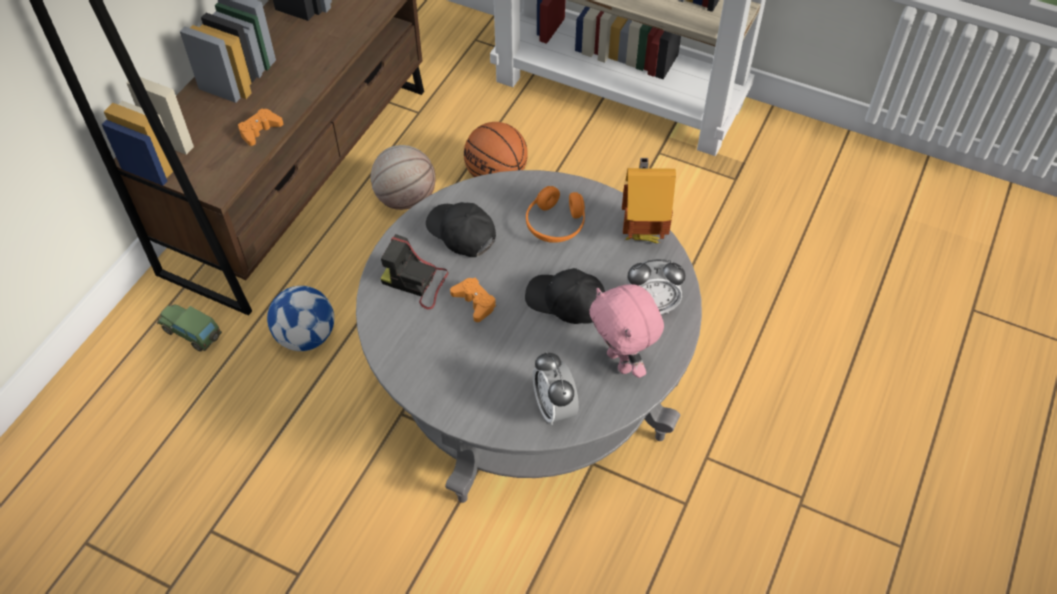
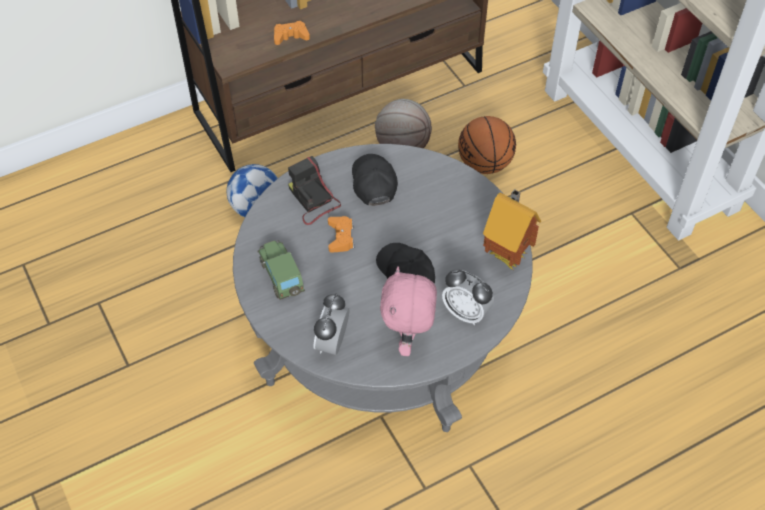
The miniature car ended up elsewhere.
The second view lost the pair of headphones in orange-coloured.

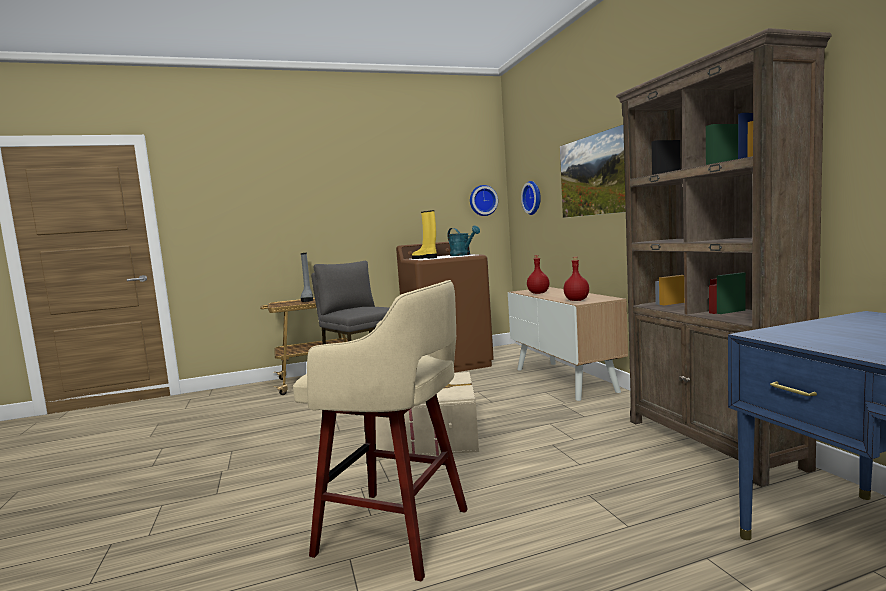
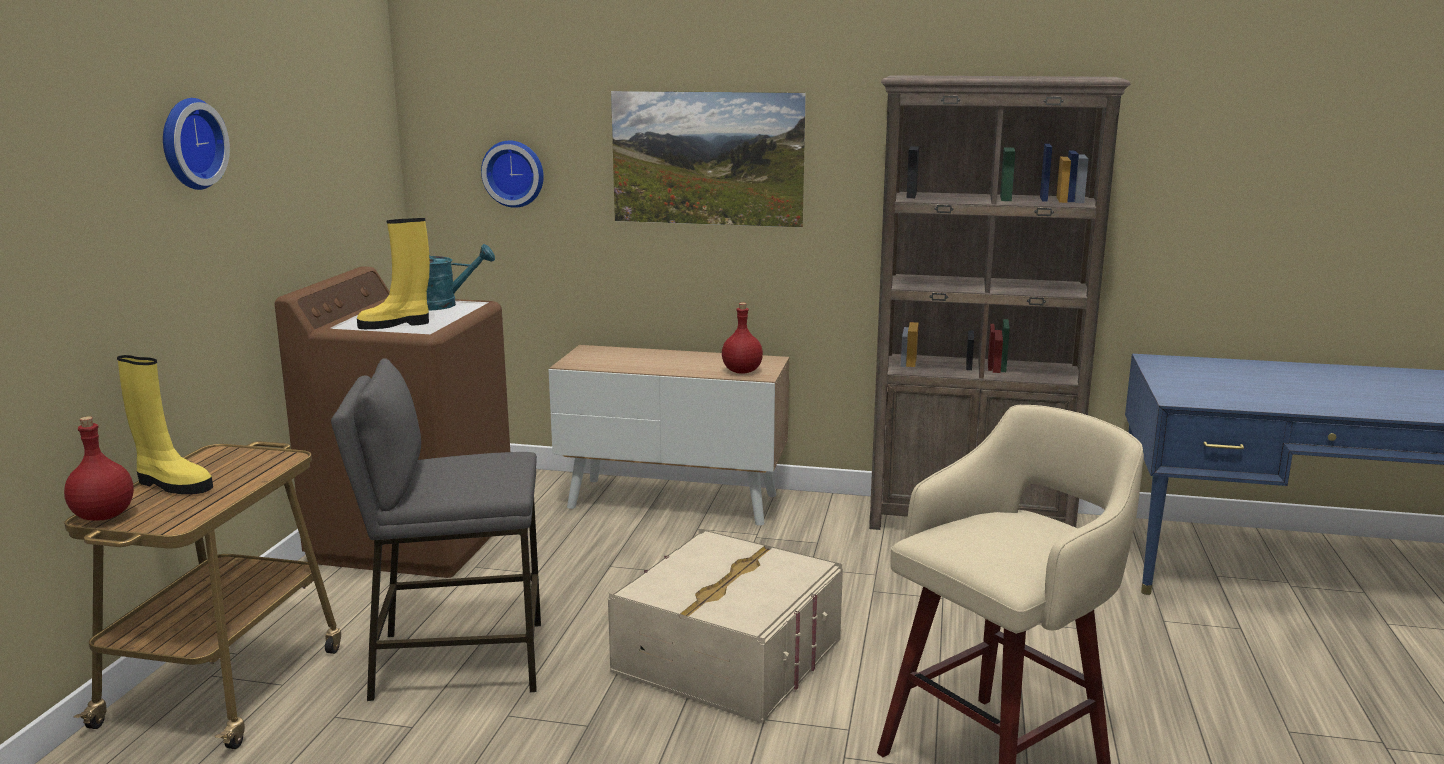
The drink bottle in reddish (no. 1 from left) ended up elsewhere.
What was the boot in grey turned into the boot in yellow-coloured (no. 1 from left).
The hanging clock (no. 1 from left) ended up elsewhere.

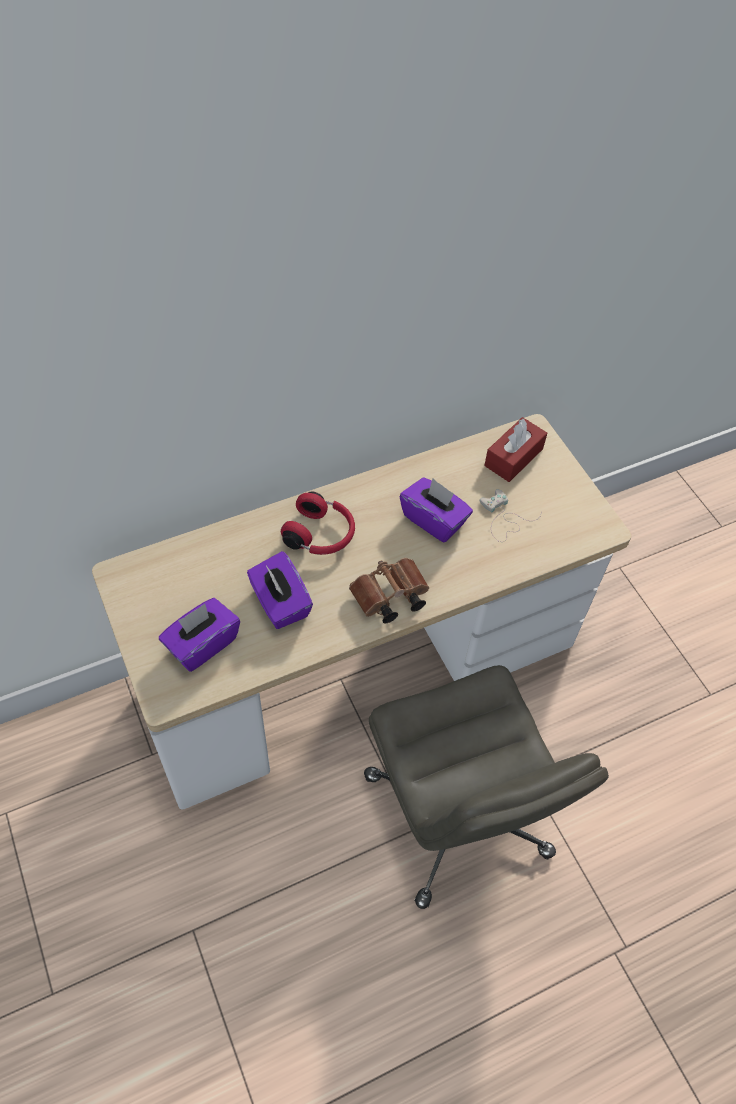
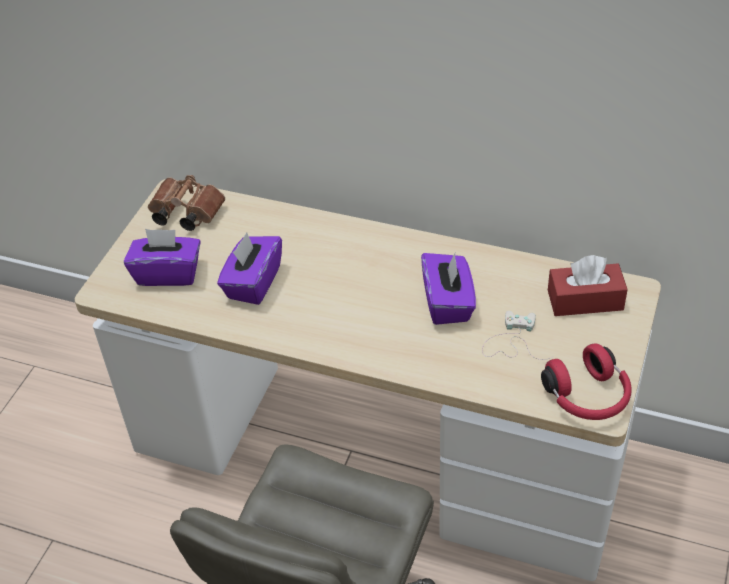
The binoculars in brownish ended up elsewhere.
The pair of headphones in reddish ended up elsewhere.

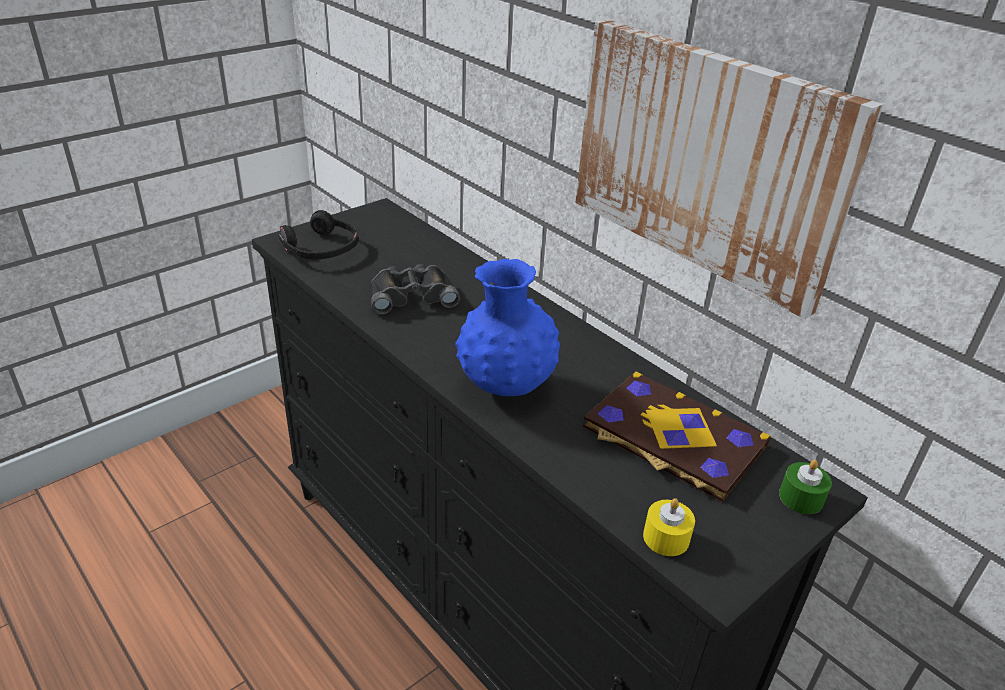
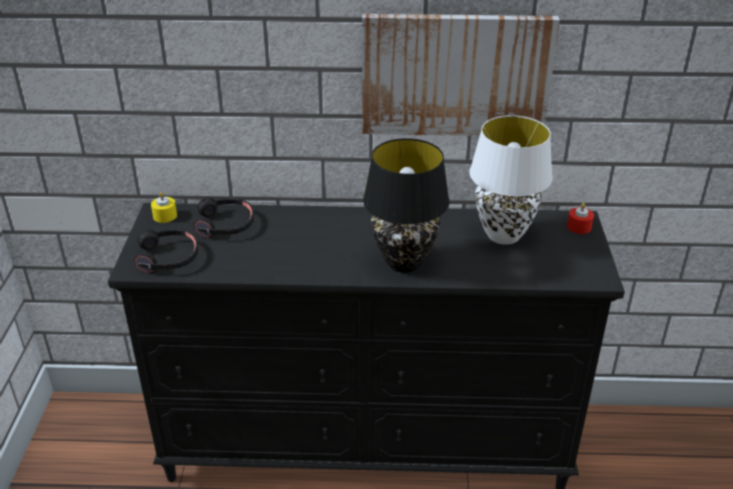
The wax light in yellow-coloured ended up elsewhere.
The second view gained the pair of headphones in black (no. 2 from left).
Where the decorative vase in blue stood, the tabletop lamp in black came to stand.
Where the volume stood, the tabletop lamp in whitish came to stand.
What was the wax light in greenish turned into the wax light in reddish.
The second view lost the binoculars in black.

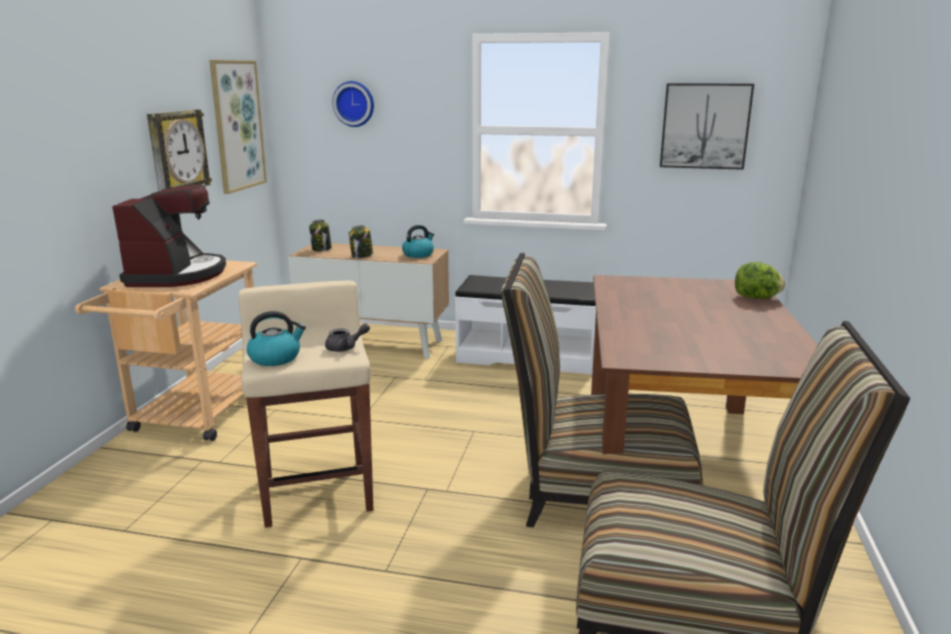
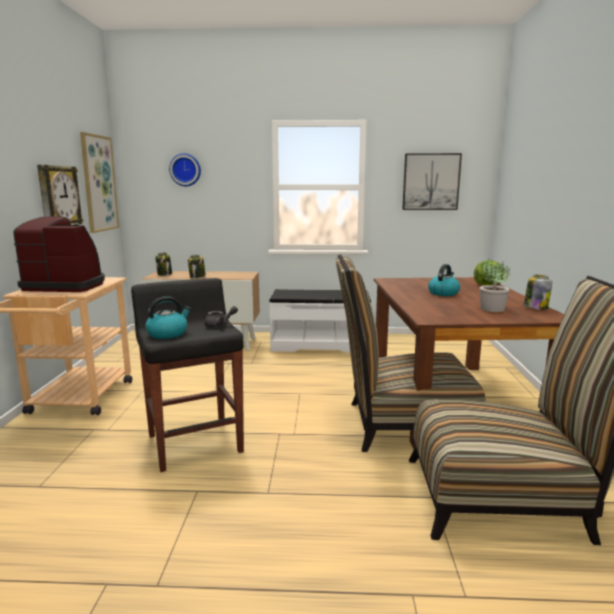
The coffee machine ended up facing another way, 75 degrees counterclockwise from before.
What was the stool in beige turned into the stool in black.
The kettle (no. 2 from left) ended up elsewhere.
The second view gained the potted plant.
The second view gained the preserve jar (no. 3 from left).

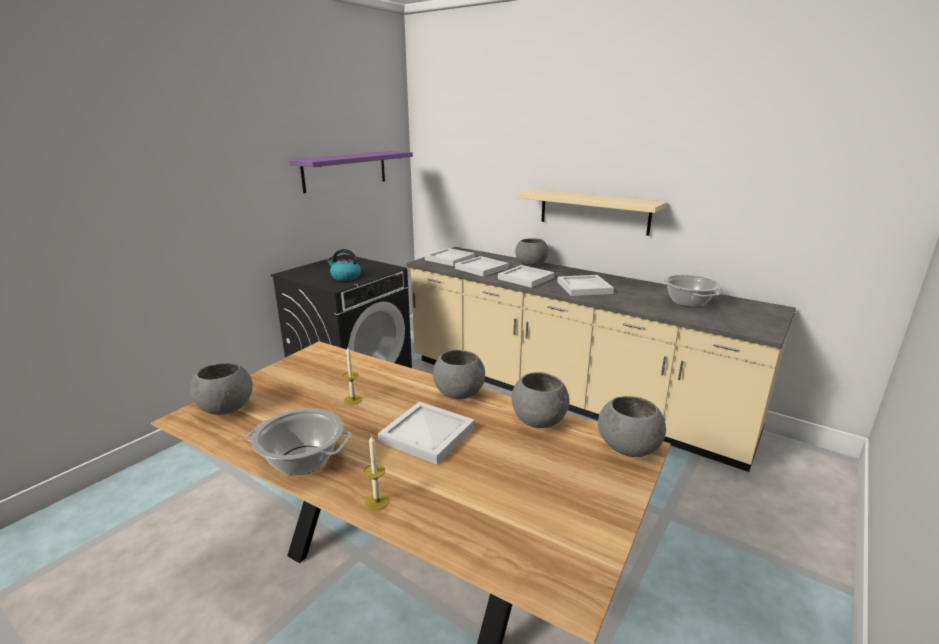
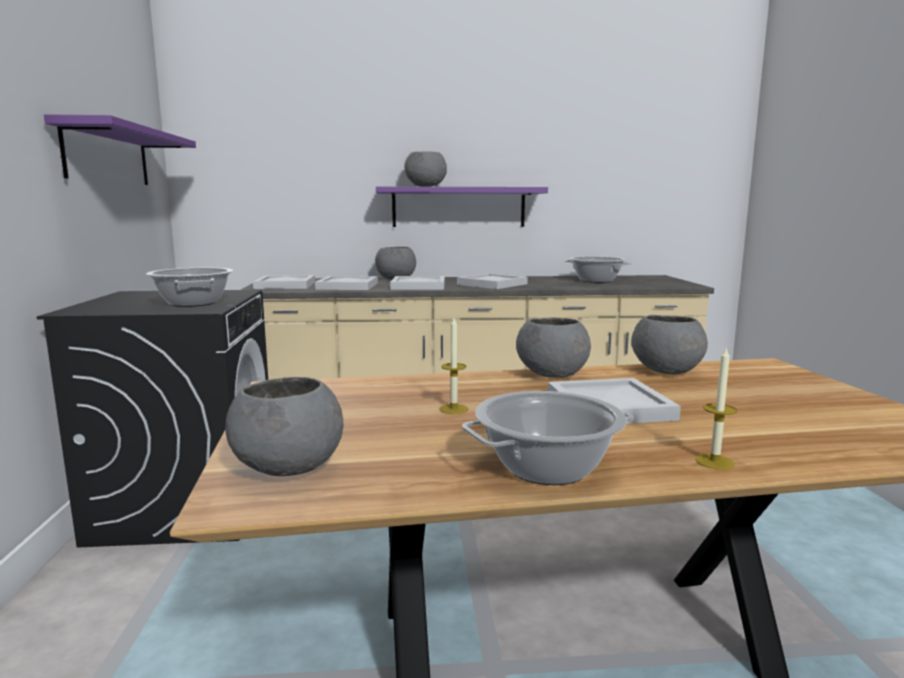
Where the kettle stood, the cooking pot (no. 1 from left) came to stand.
What was the wall shelf in beige turned into the wall shelf in purplish (no. 2 from left).
The deep dish in grey (no. 5 from left in the first image) ended up elsewhere.

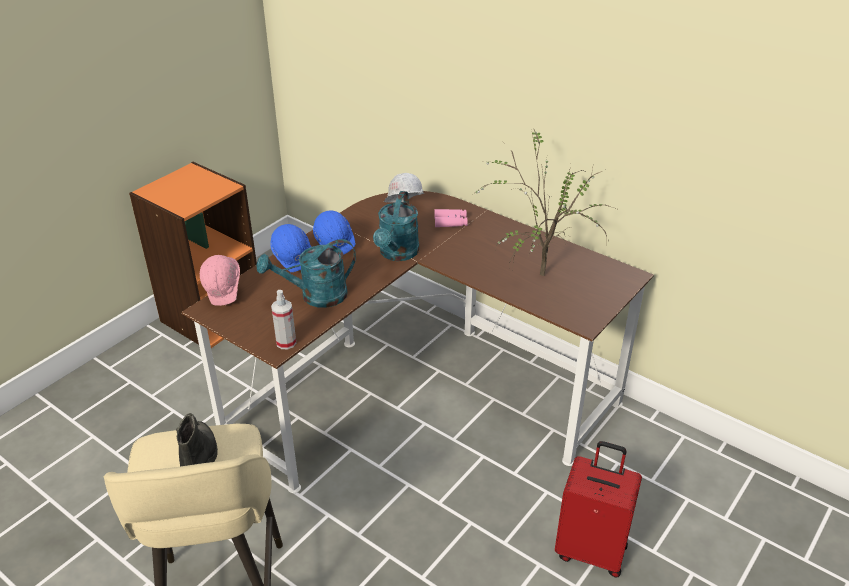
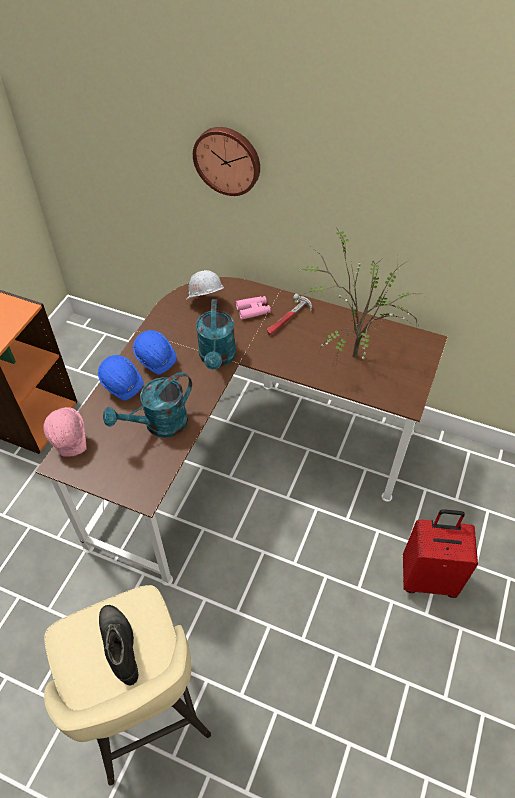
The second view gained the hanging clock.
The second view gained the tool hammer.
The second view lost the hand sprayer.

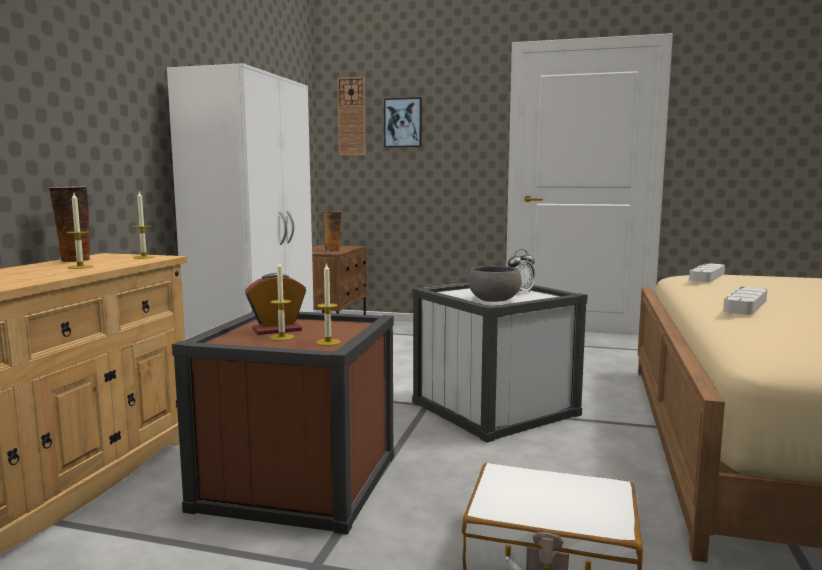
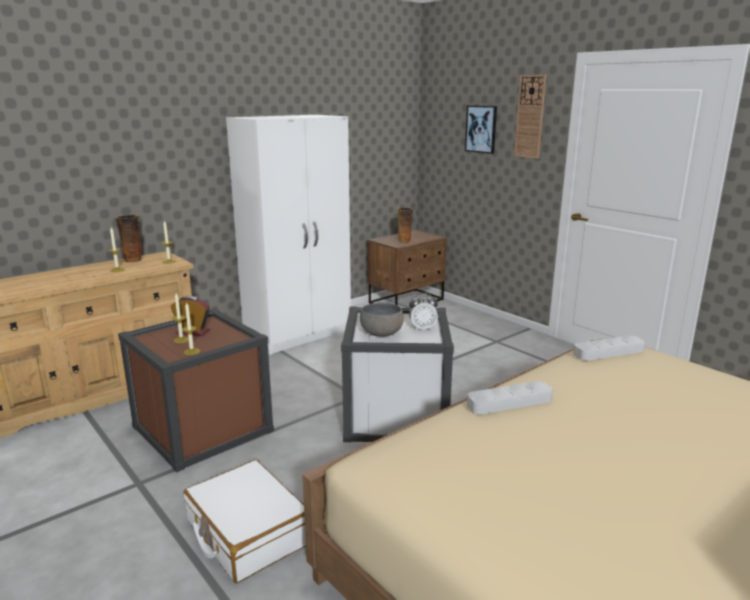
The hanging clock ended up elsewhere.

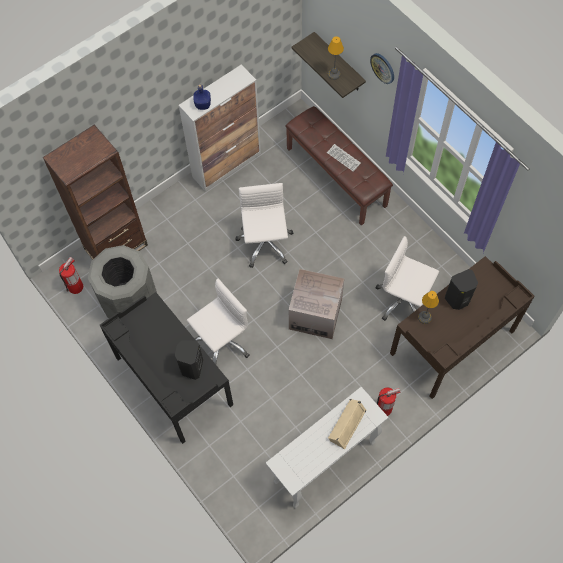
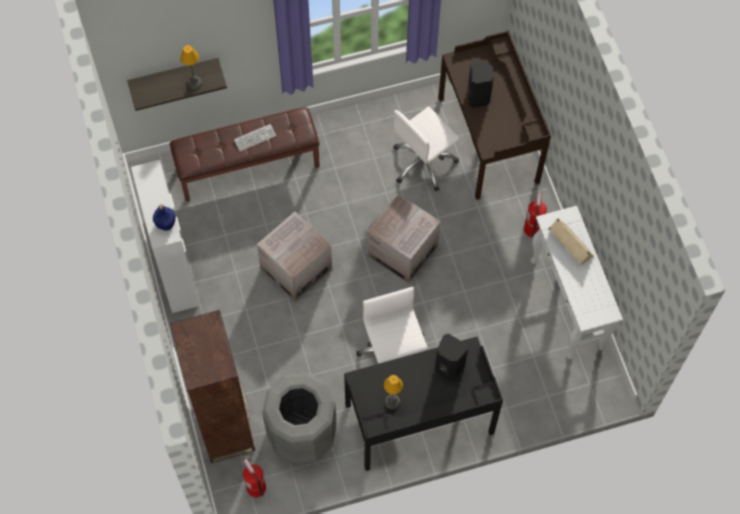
Where the office chair in whitish (no. 2 from left) stood, the cardboard box (no. 1 from left) came to stand.
The tabletop lamp (no. 2 from left) ended up elsewhere.
The second view lost the hanging clock.

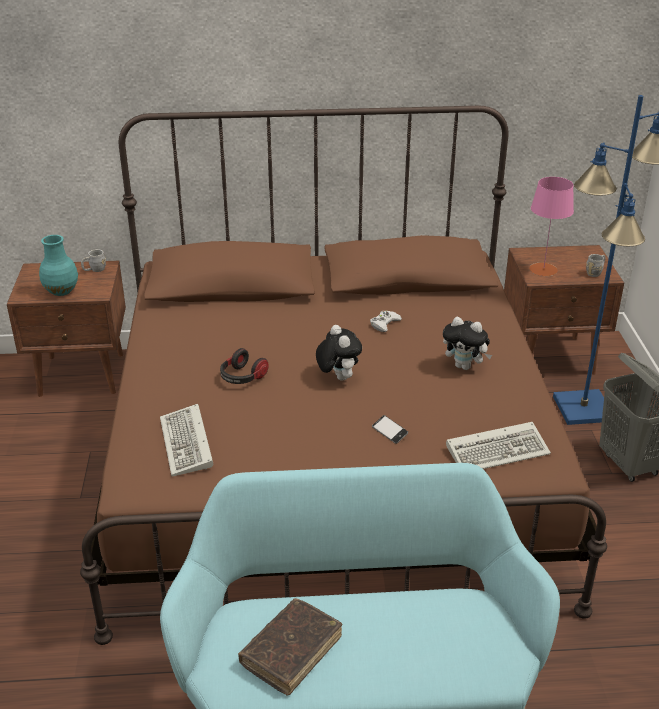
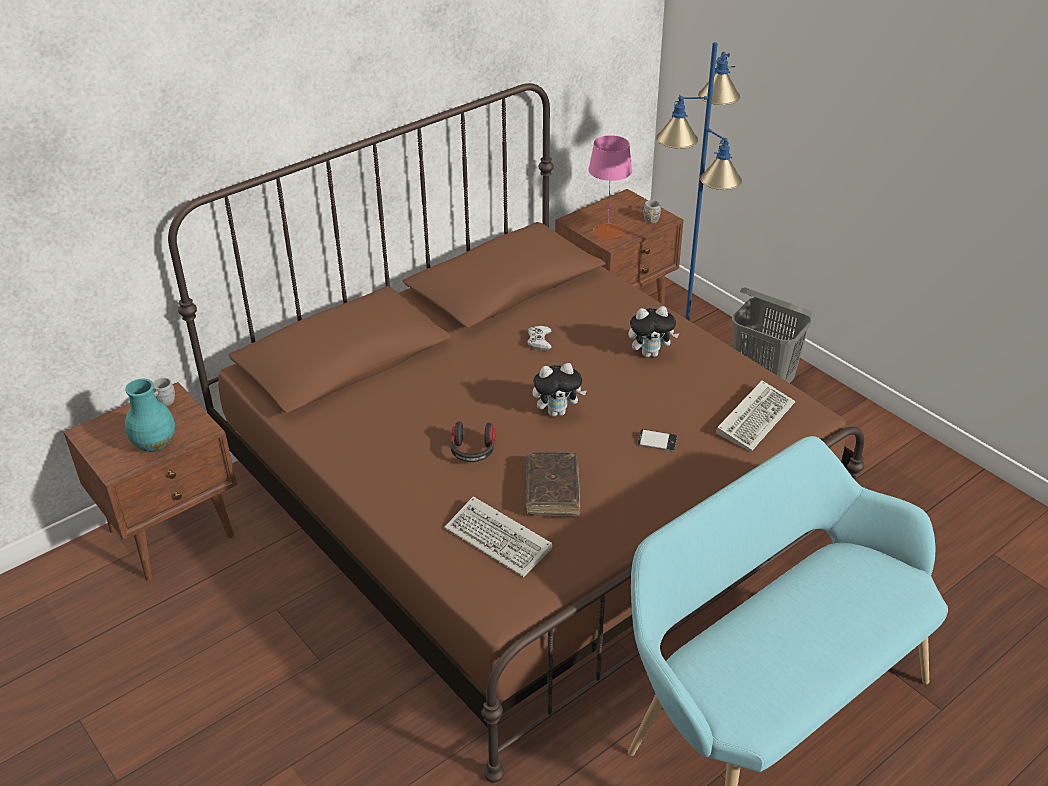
The volume in brownish ended up elsewhere.
The cuddly toy (no. 1 from left) ended up facing another way, 135 degrees clockwise from before.

